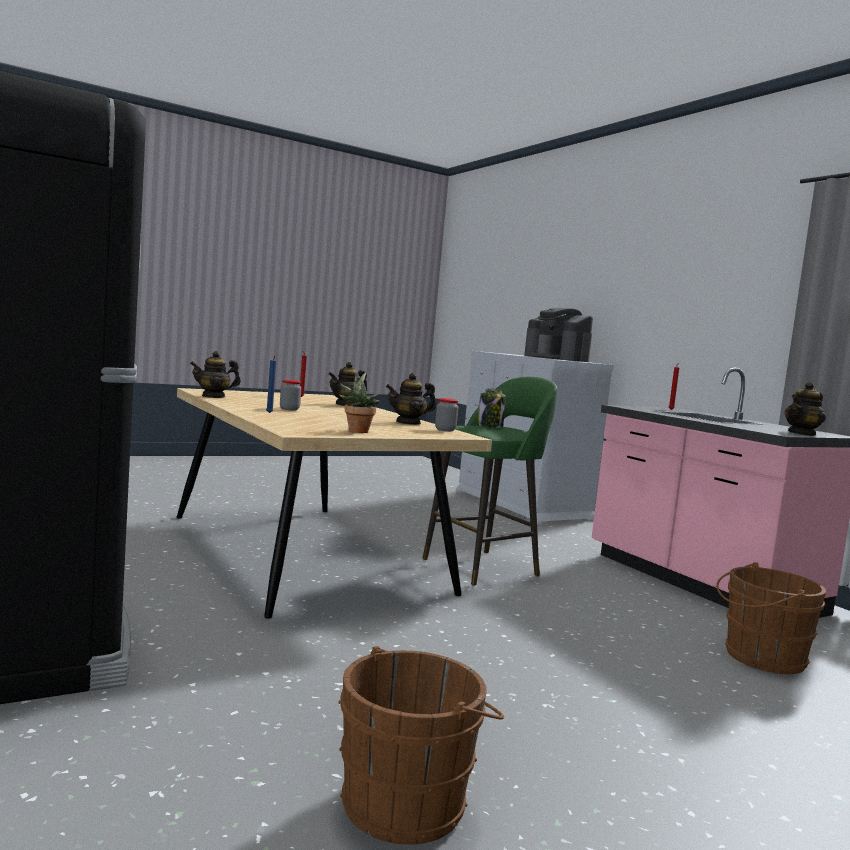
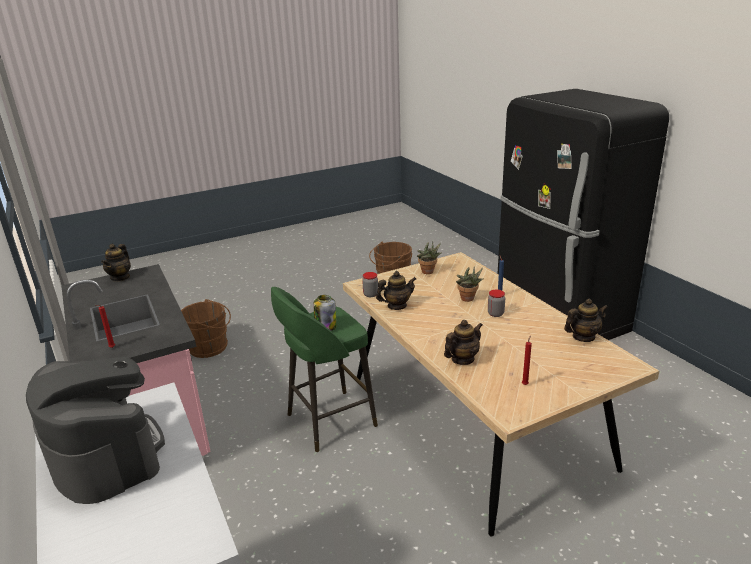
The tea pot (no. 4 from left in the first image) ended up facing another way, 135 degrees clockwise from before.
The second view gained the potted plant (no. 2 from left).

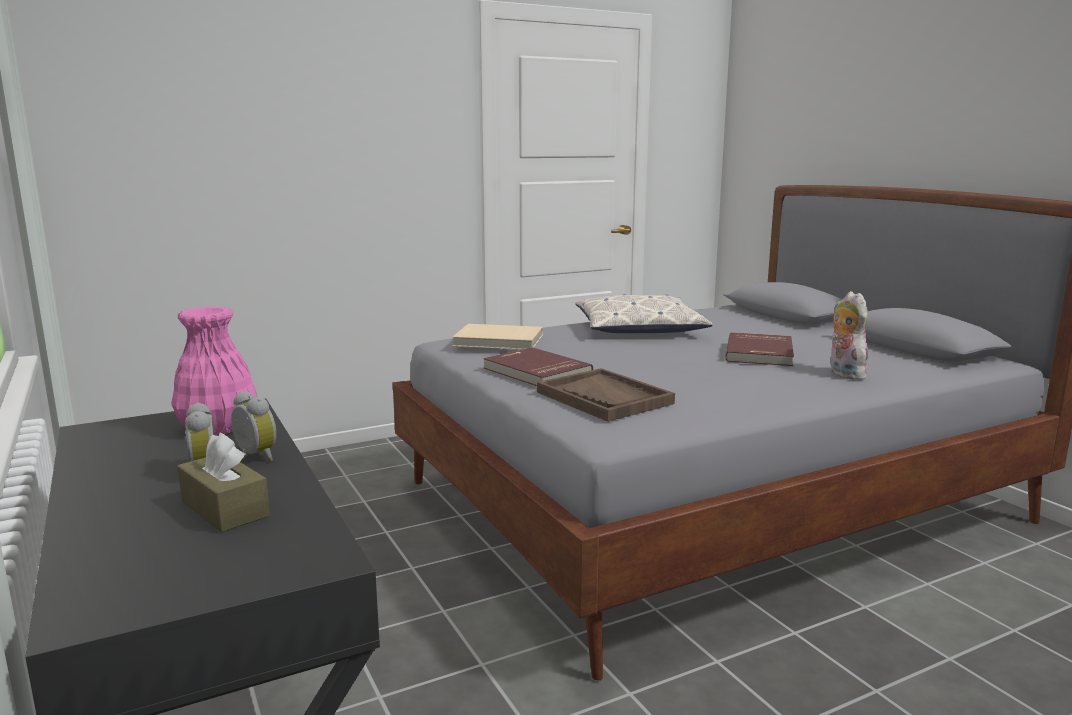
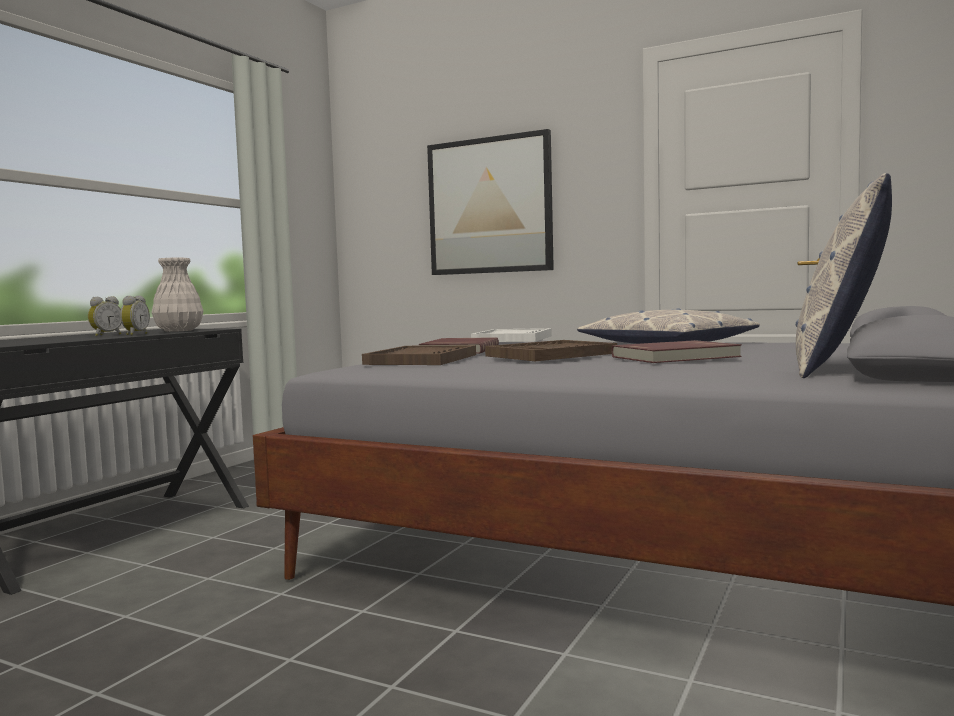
What was the decorative vase in pink turned into the decorative vase in whitish.
The second view gained the wall picture.
Where the volume in beige stood, the carrying tray in whitish came to stand.
The second view gained the carrying tray in brownish (no. 2 from left).
The second view gained the cushion (no. 2 from left).
The second view lost the tissue holder in brownish.
The second view lost the cuddly toy.

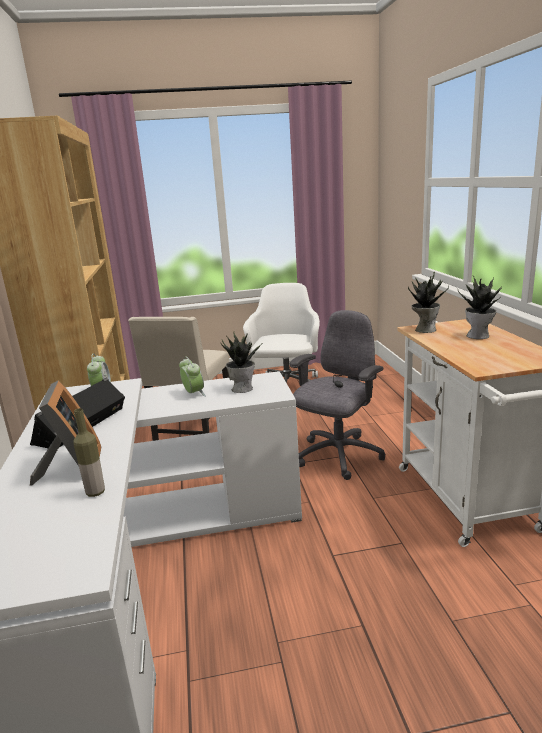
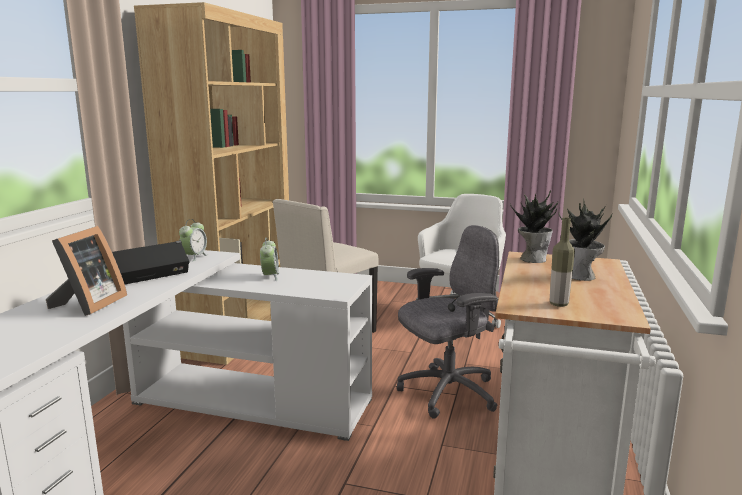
The drink bottle ended up elsewhere.
The second view lost the potted plant (no. 1 from left).

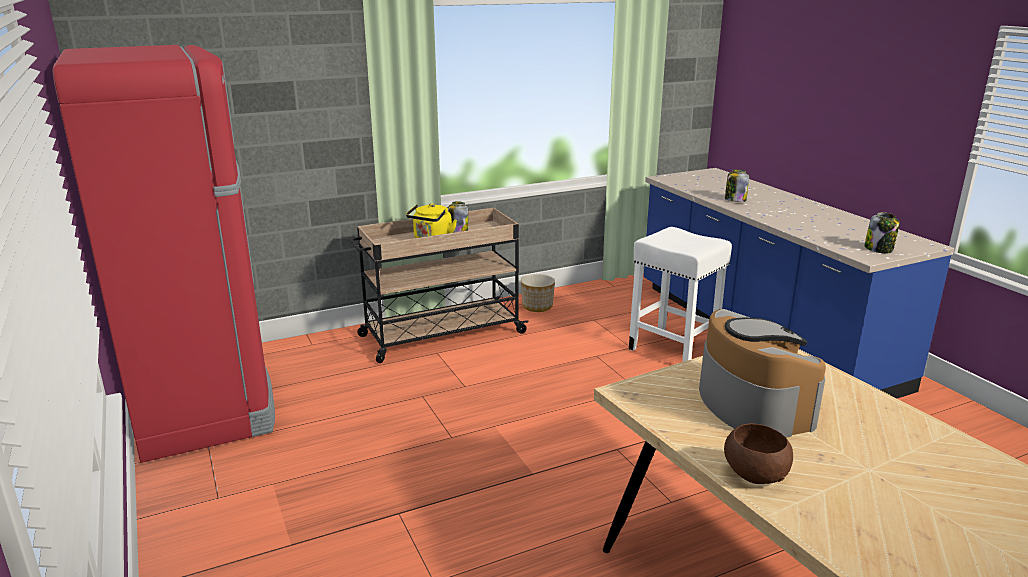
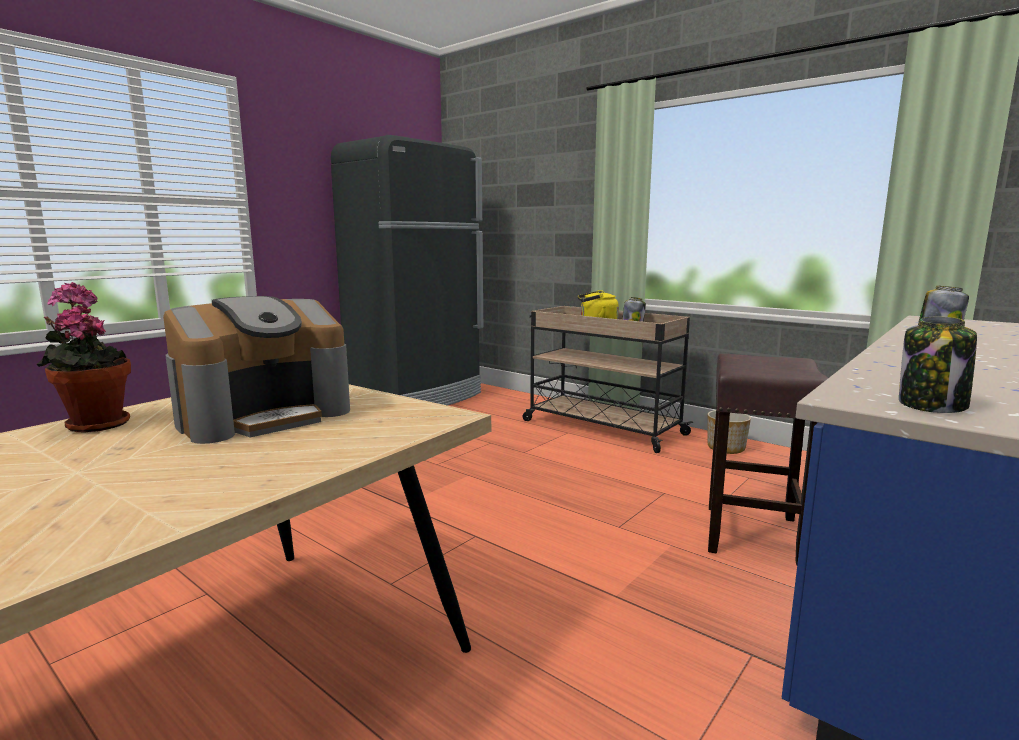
Where the deep dish in brownish stood, the potted plant came to stand.
What was the refrigerator in reddish turned into the refrigerator in black.
What was the stool in whitish turned into the stool in brownish.

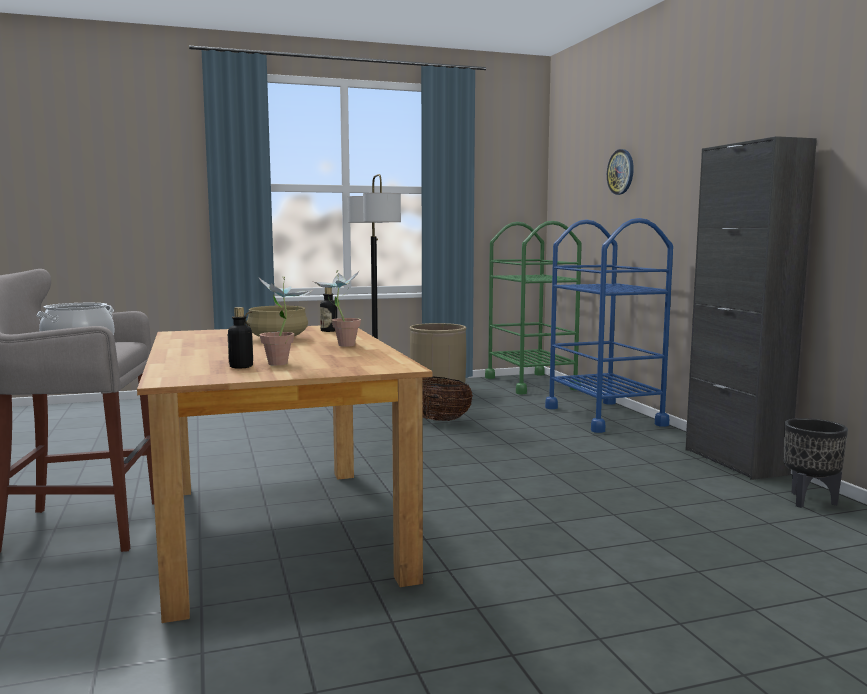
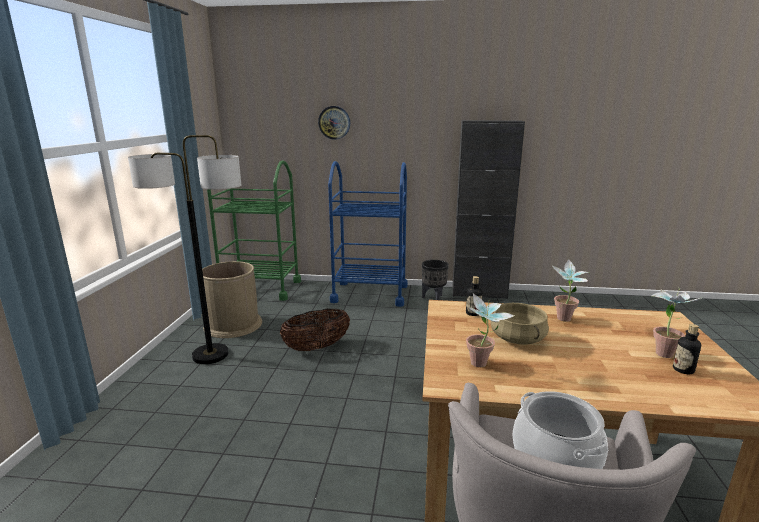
The flower pot in black ended up elsewhere.
The second view gained the potted plant (no. 1 from left).

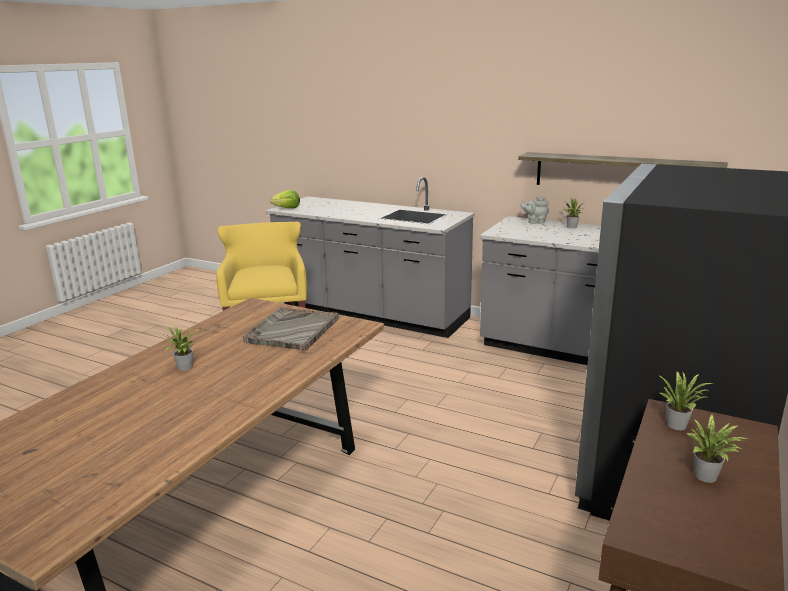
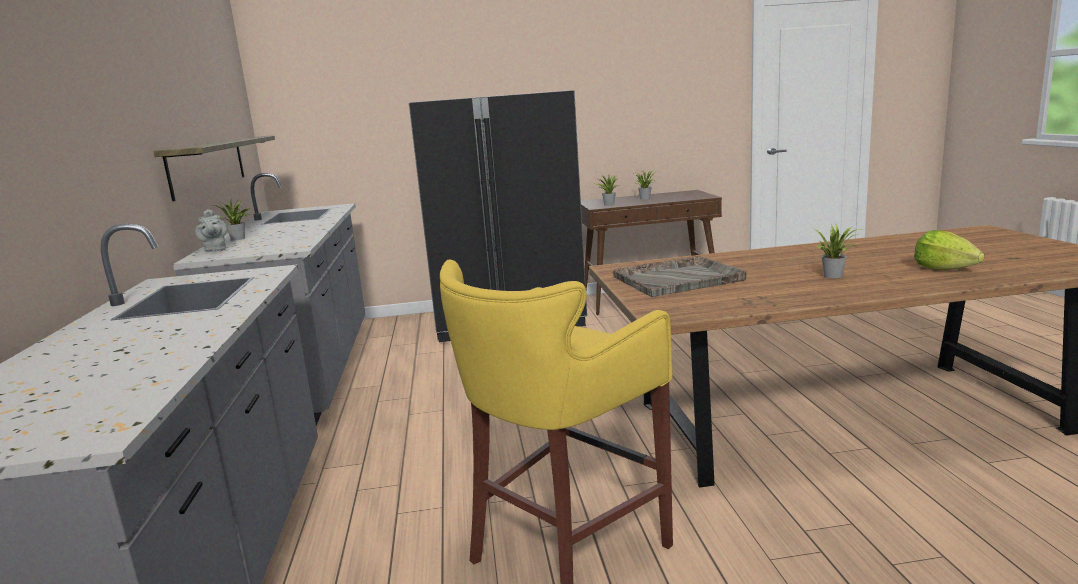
The head of lettuce ended up elsewhere.

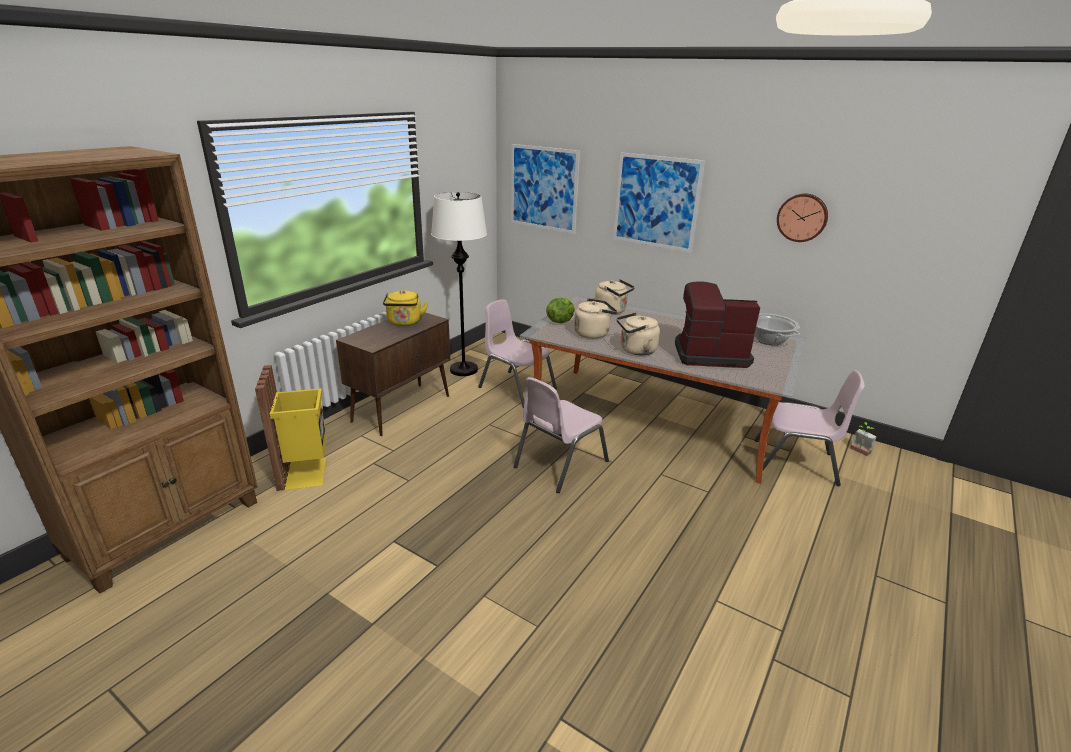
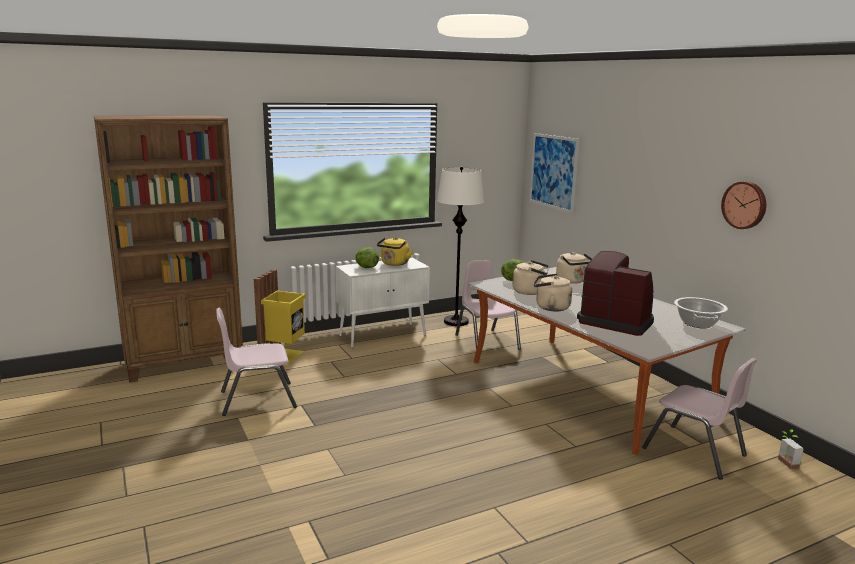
The upright chair in pink (no. 2 from left in the first image) ended up elsewhere.
What was the cupboard in brownish turned into the cupboard in whitish.
The second view gained the head of lettuce (no. 1 from left).
The second view lost the wall picture (no. 2 from left).

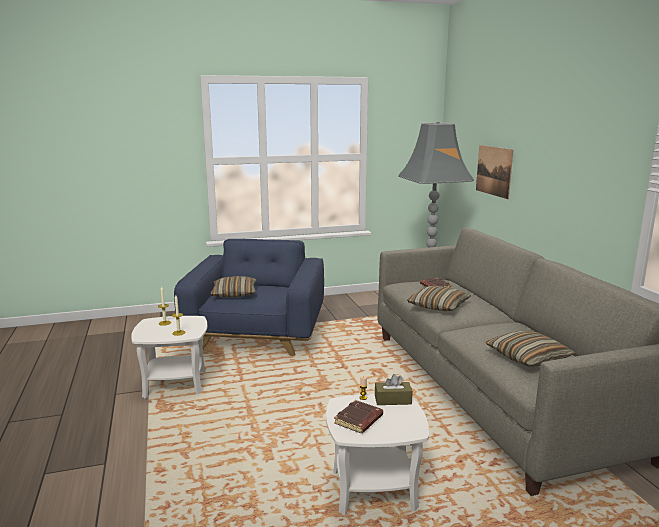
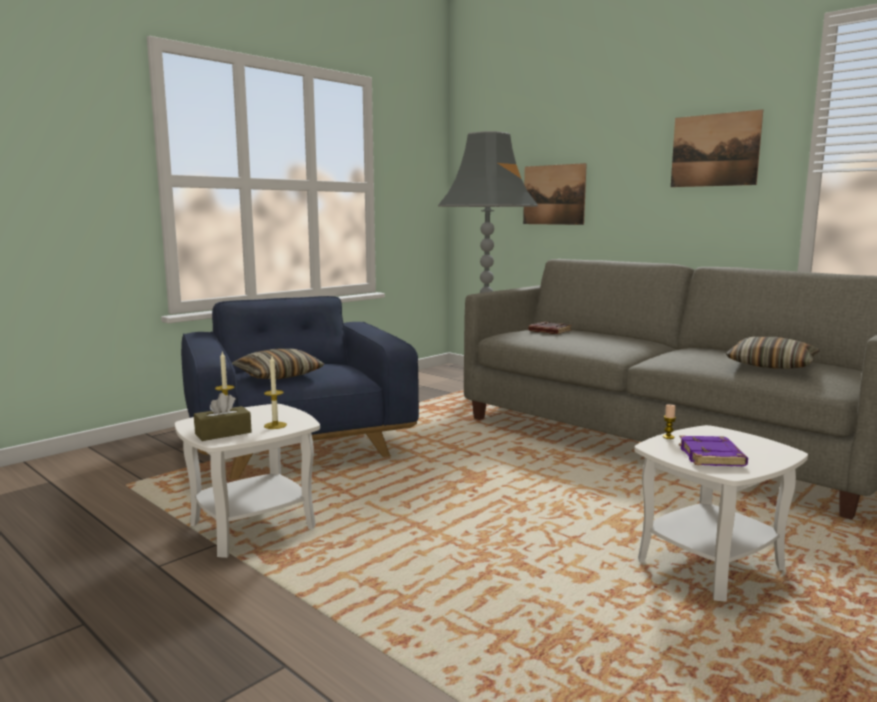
The tissue holder in brownish ended up elsewhere.
The second view gained the wall picture (no. 2 from left).
What was the volume in brownish (no. 1 from left) turned into the volume in purplish.
The second view lost the cushion (no. 2 from left).

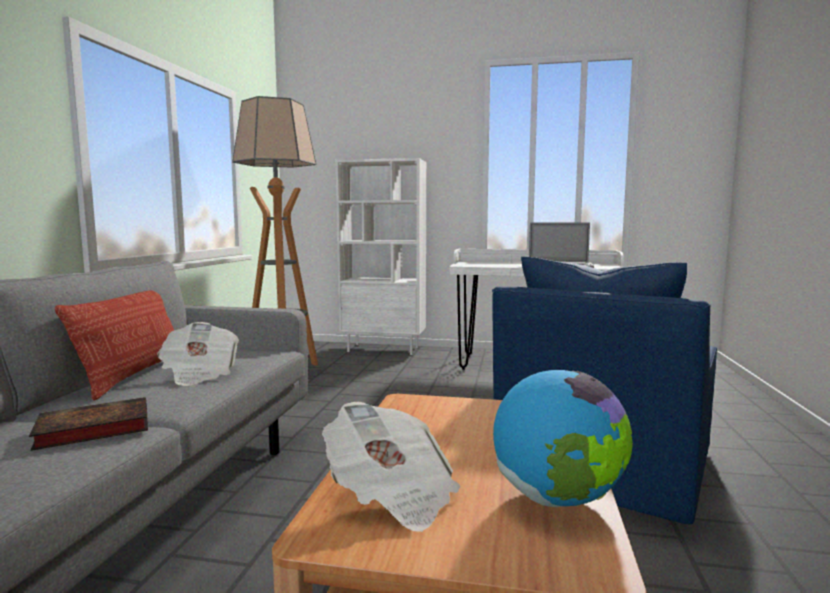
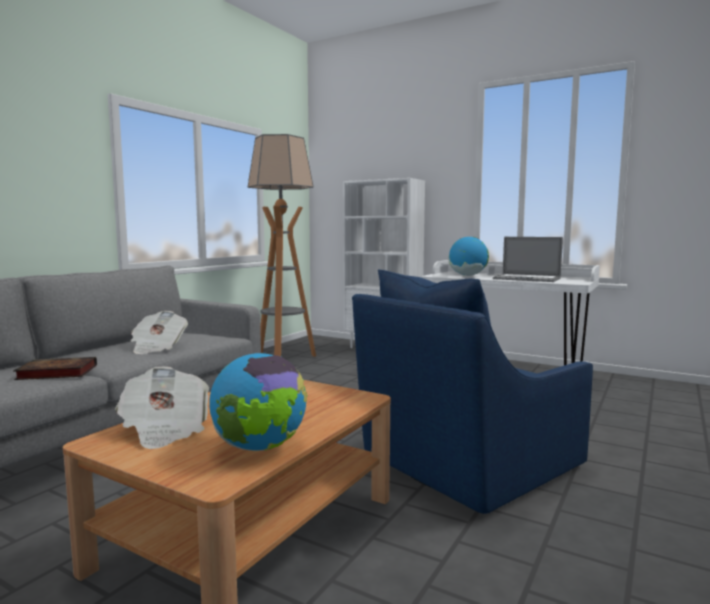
The second view gained the globe (no. 2 from left).
The second view lost the cushion.

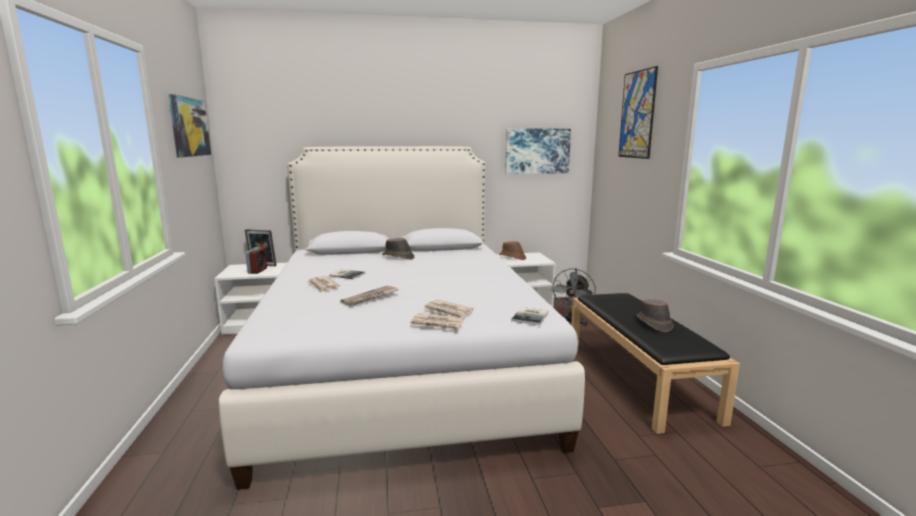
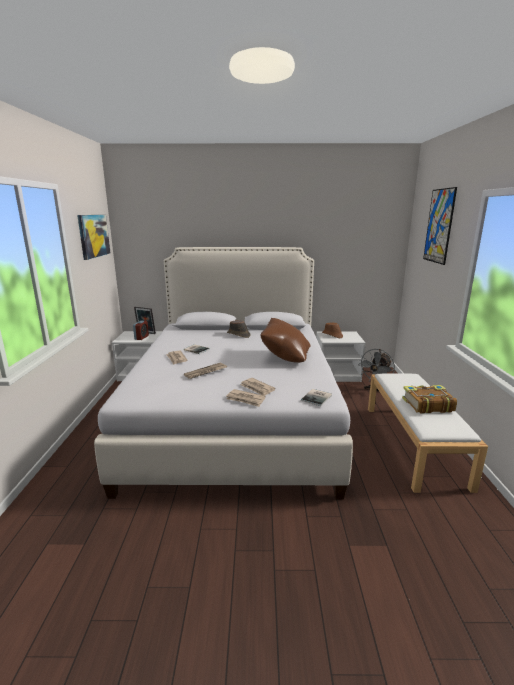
The second view gained the cushion in brownish.
What was the bench in black turned into the bench in whitish.
Where the hat in brownish (no. 3 from left) stood, the volume (no. 3 from left) came to stand.
The second view lost the wall picture (no. 2 from left).

